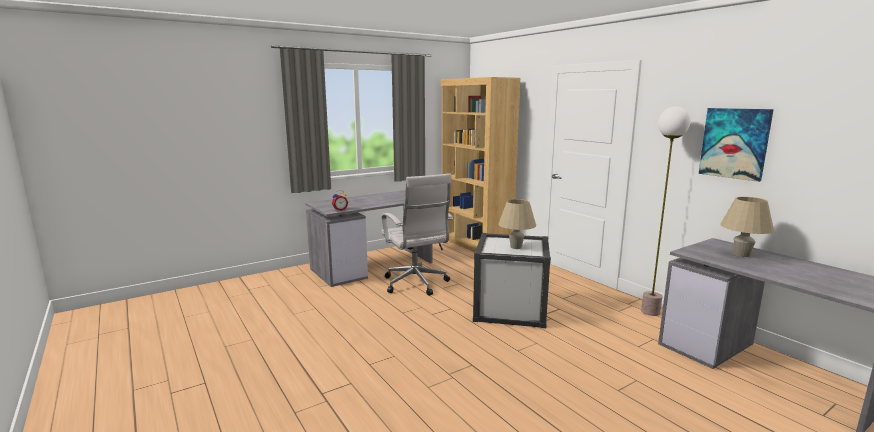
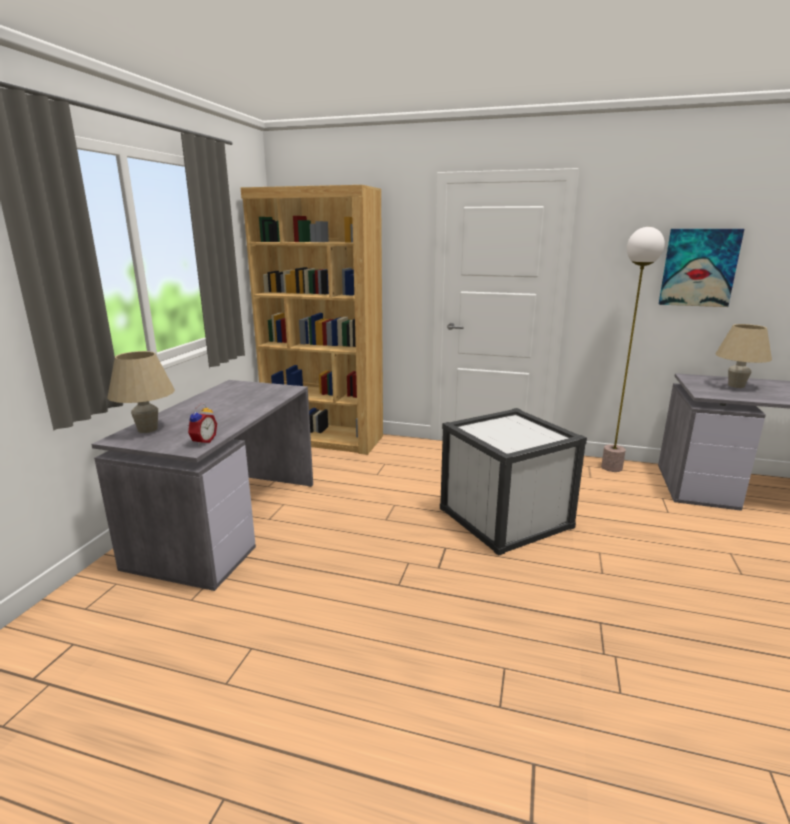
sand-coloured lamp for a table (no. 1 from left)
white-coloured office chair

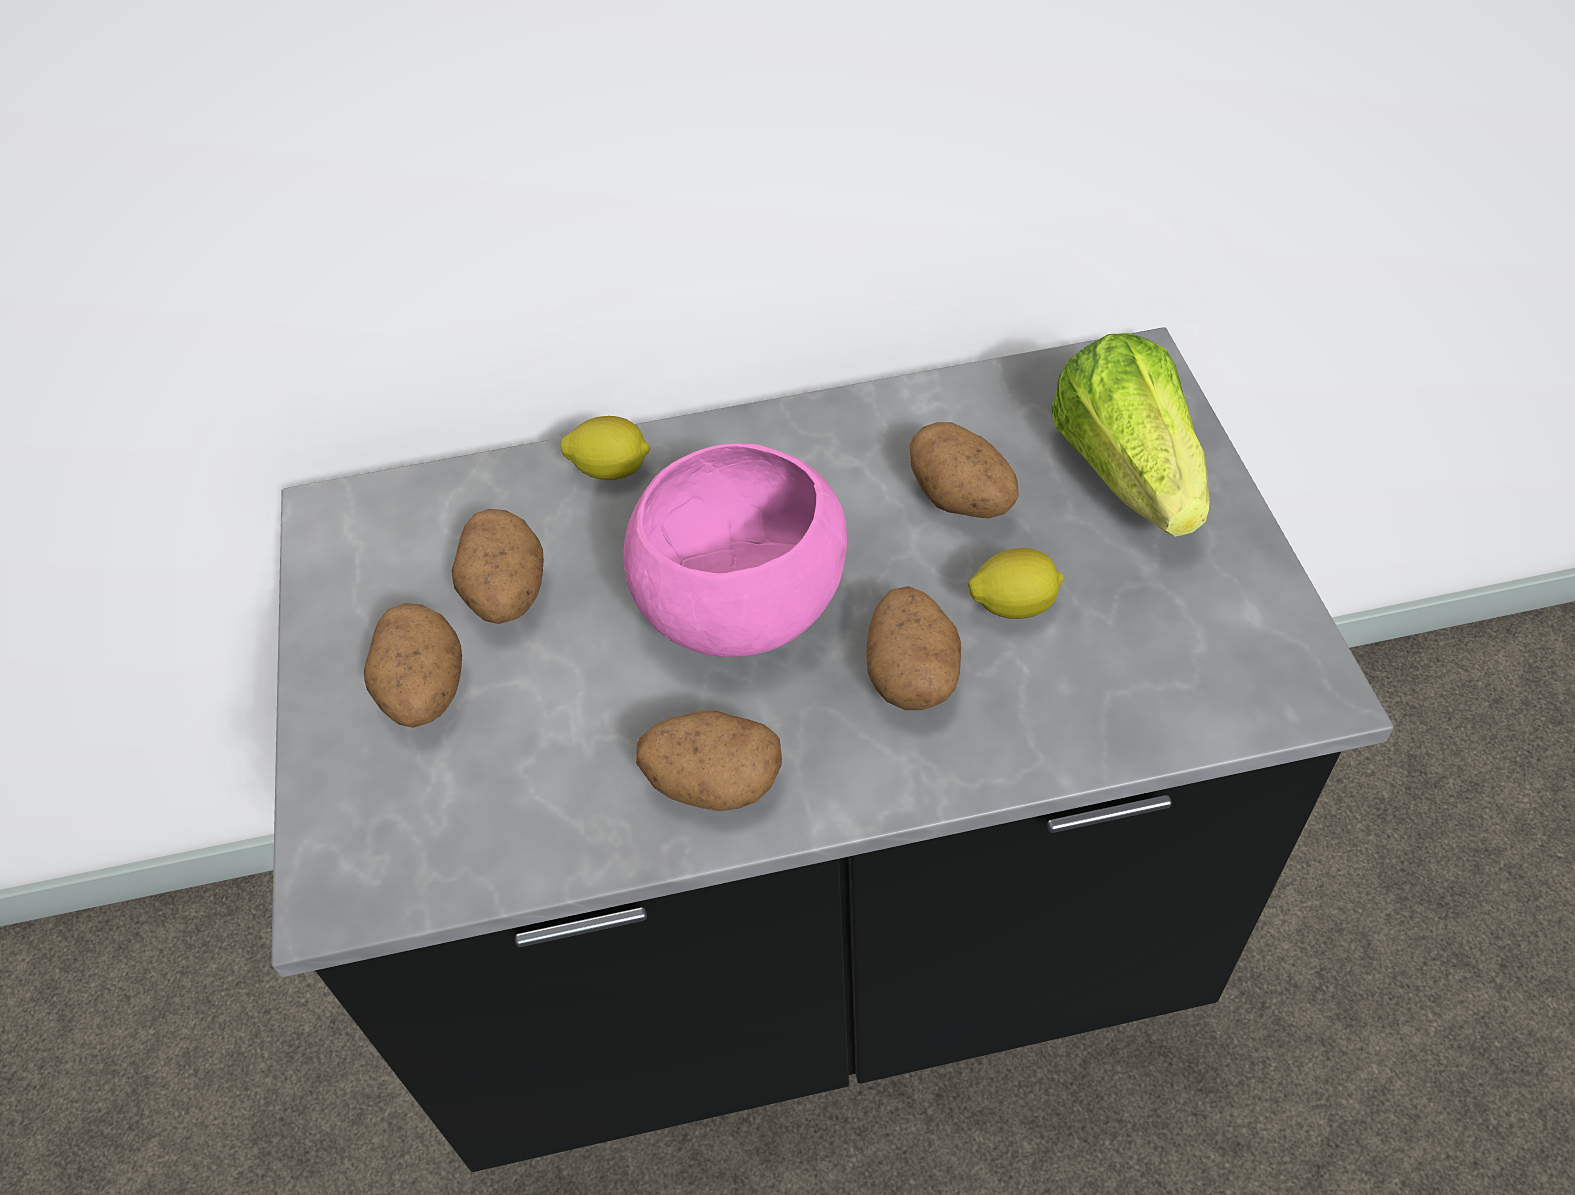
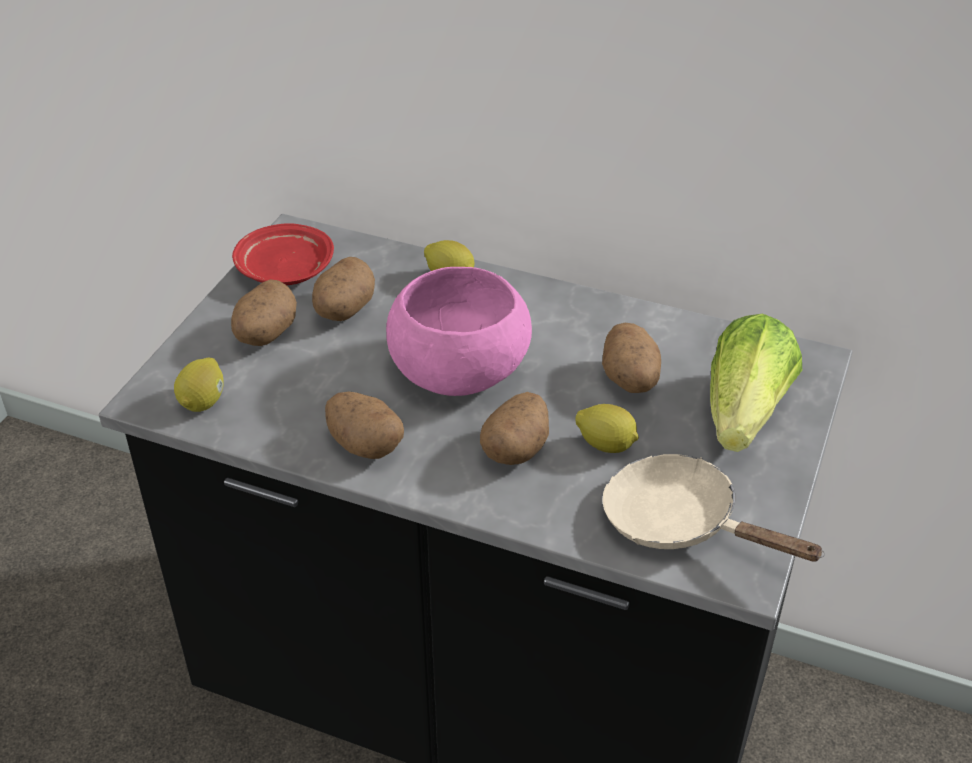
lemon (no. 1 from left)
reddish plate
sand-coloured skillet

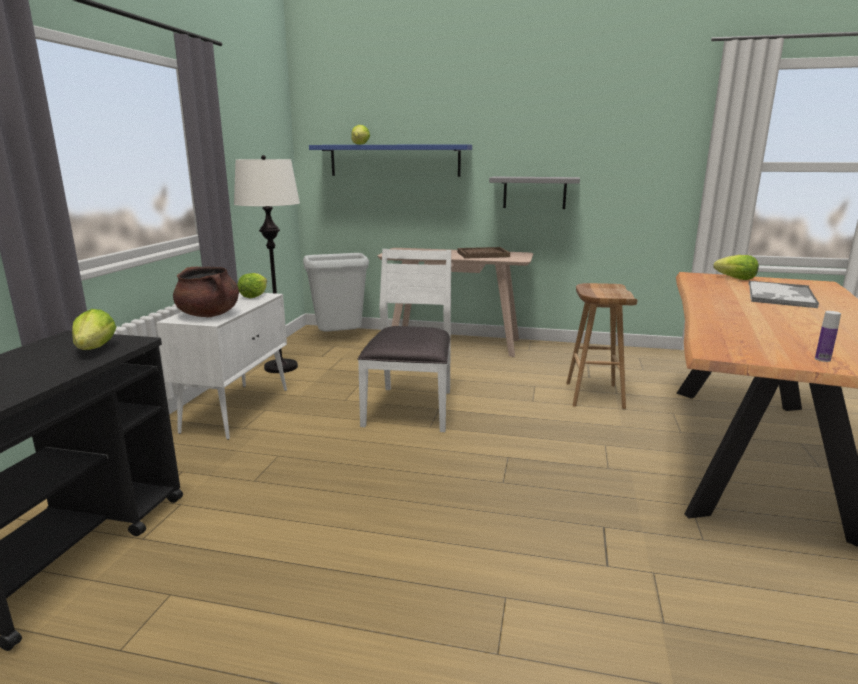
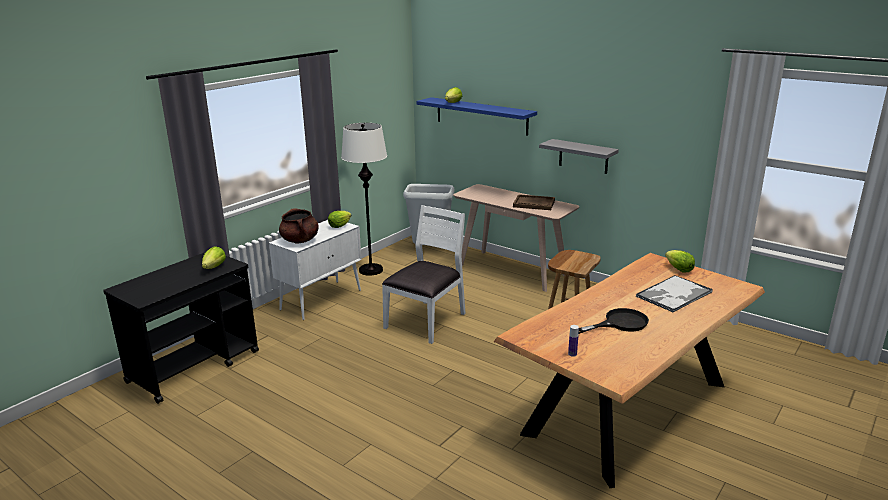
black-coloured skillet

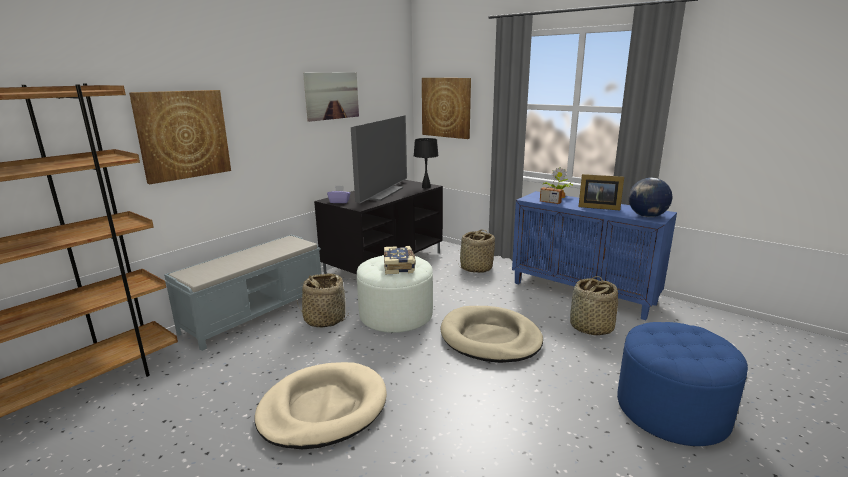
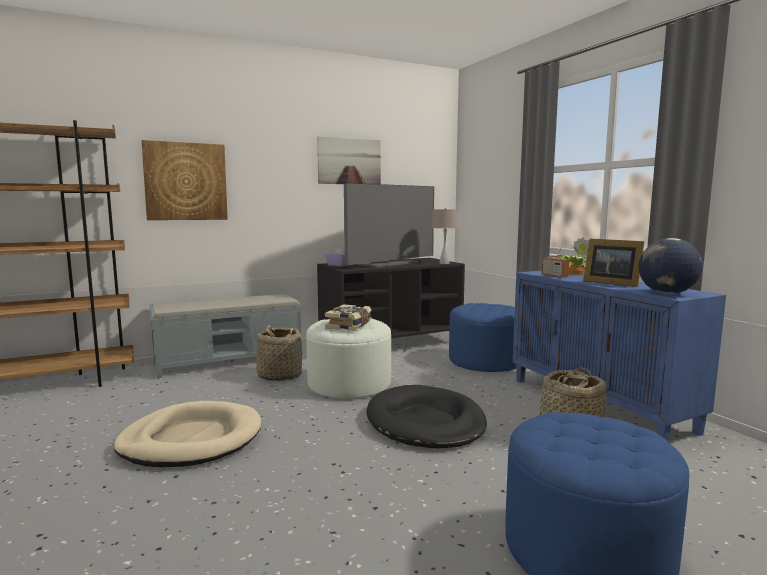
black-coloured dog cushion
sand-coloured lamp for a table
blue footrest (no. 1 from left)
wall picture (no. 3 from left in the first image)

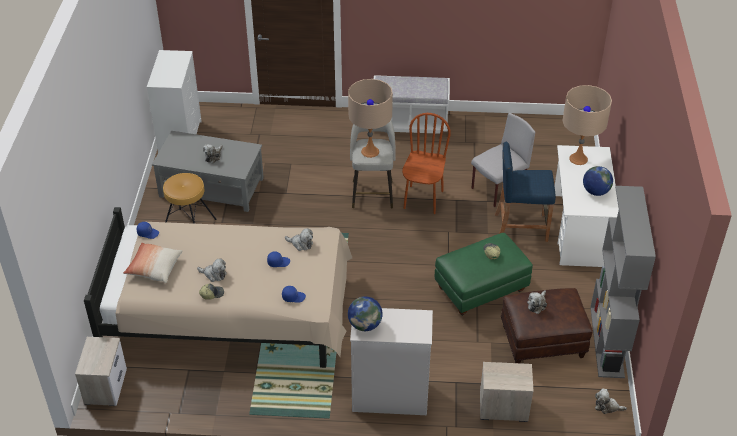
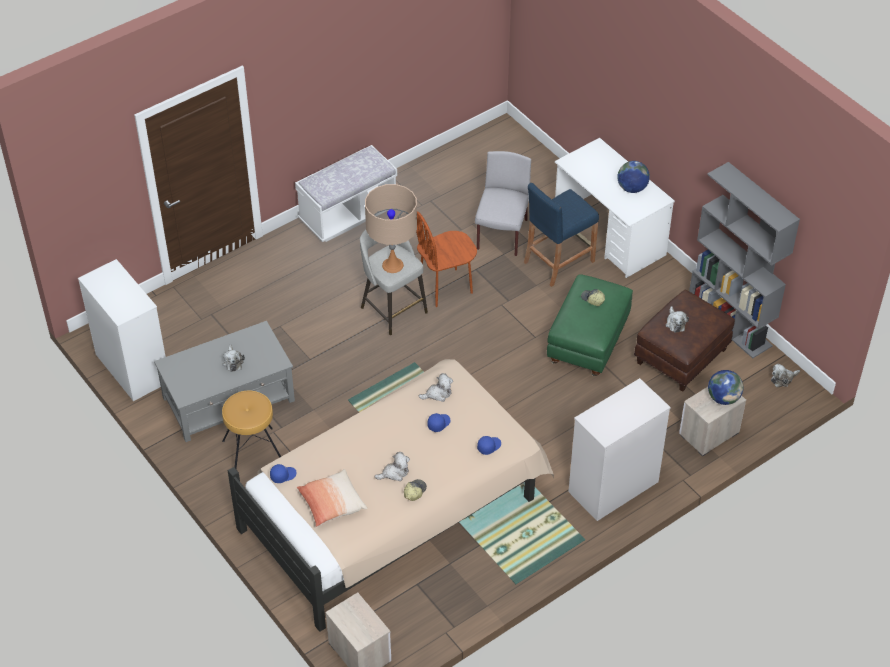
brown plain chair
globe (no. 2 from left)
sand-coloured lamp for a table (no. 2 from left in the first image)

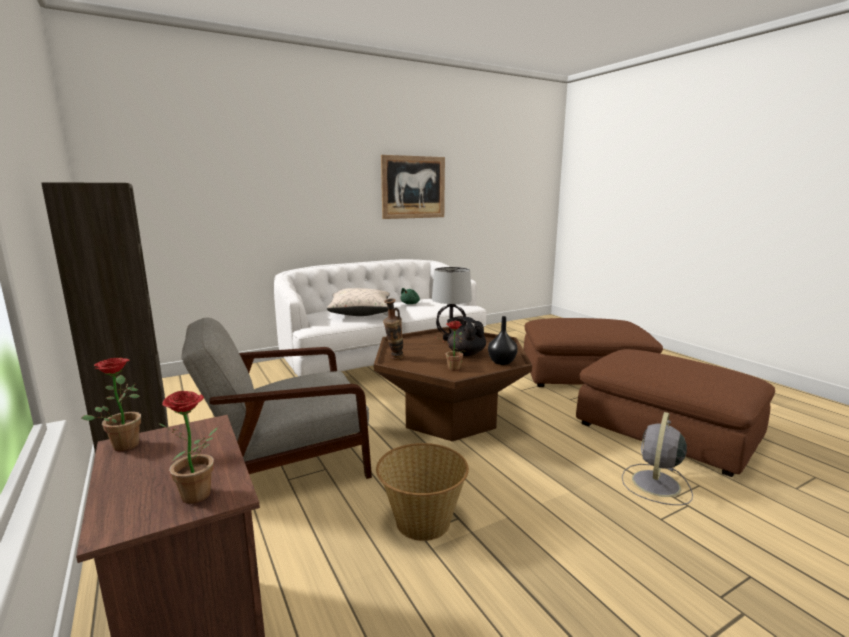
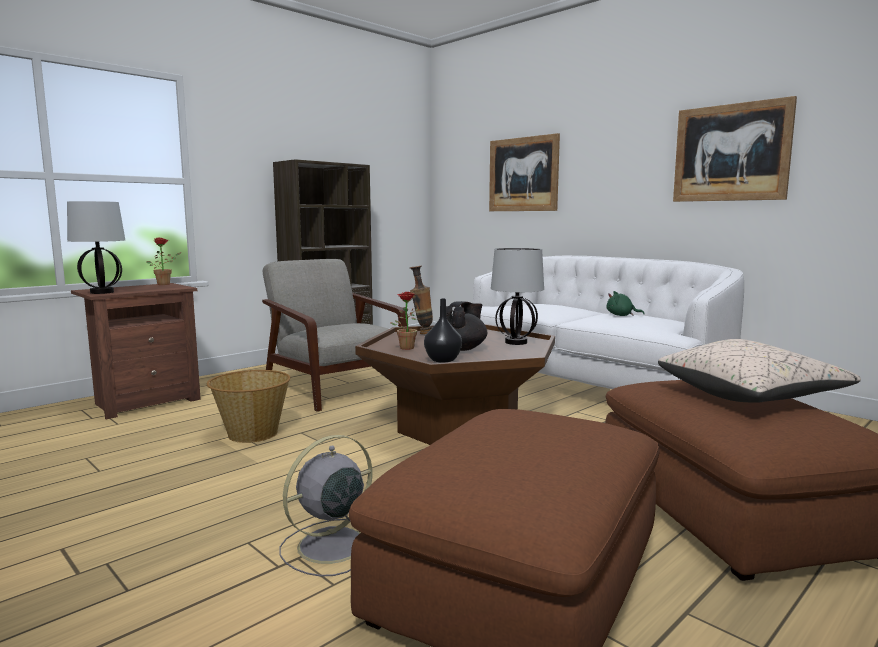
lamp for a table (no. 1 from left)
greyish cooling fan
wall picture (no. 1 from left)
sand-coloured throw pillow

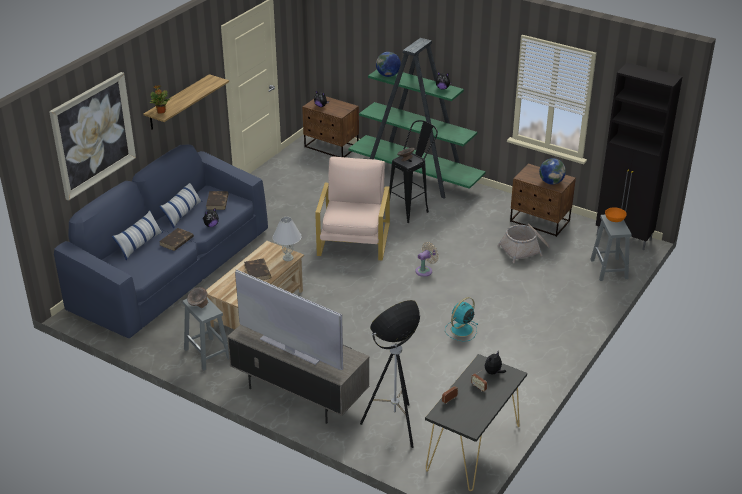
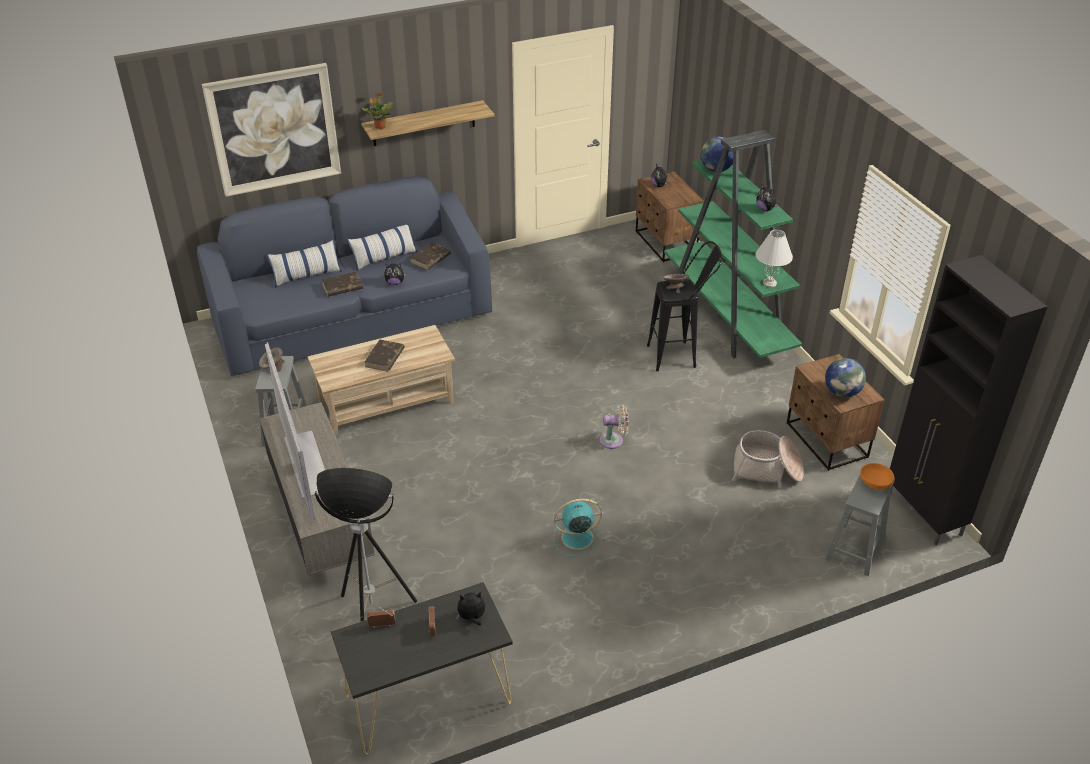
white-coloured lamp for a table
sand-coloured armchair

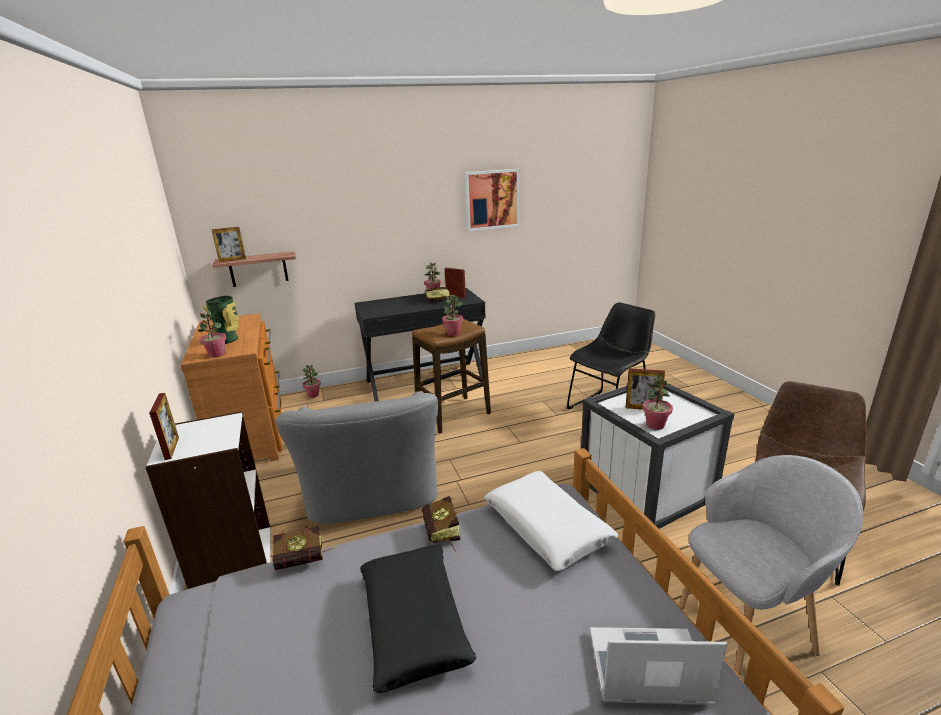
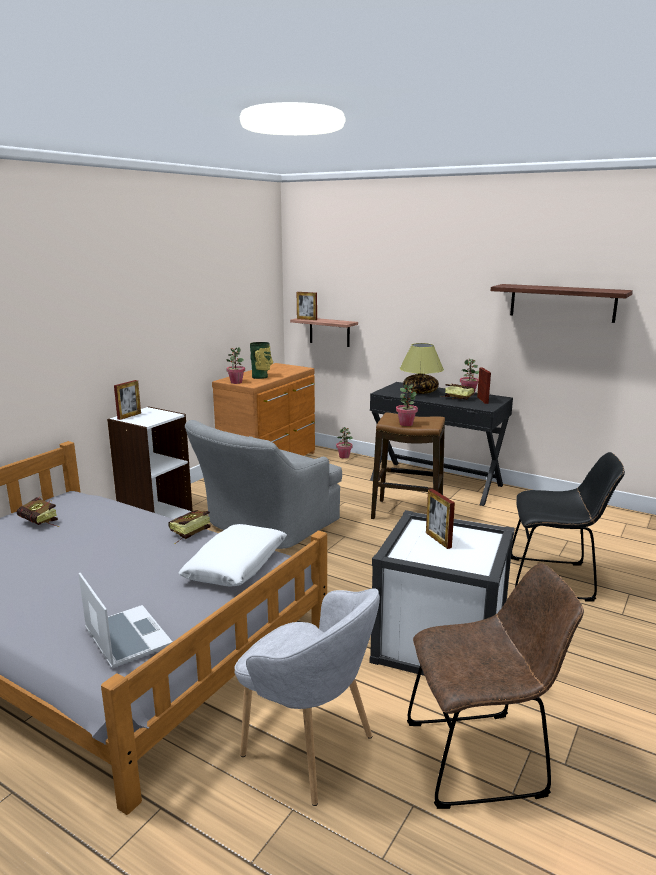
bound book (no. 1 from left)
lamp for a table
shelf (no. 2 from left)
black-coloured throw pillow
houseplant (no. 5 from left in the first image)

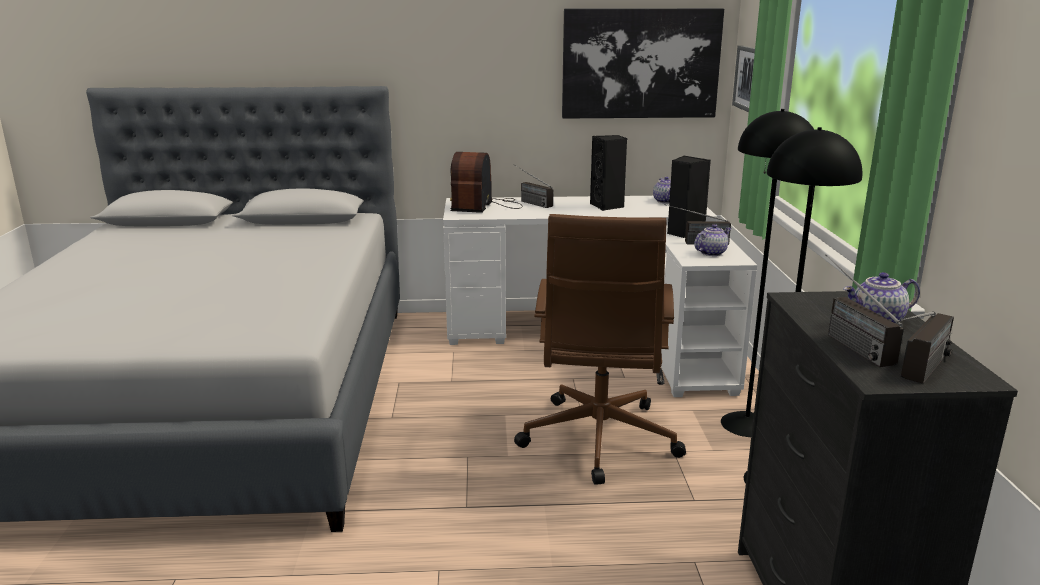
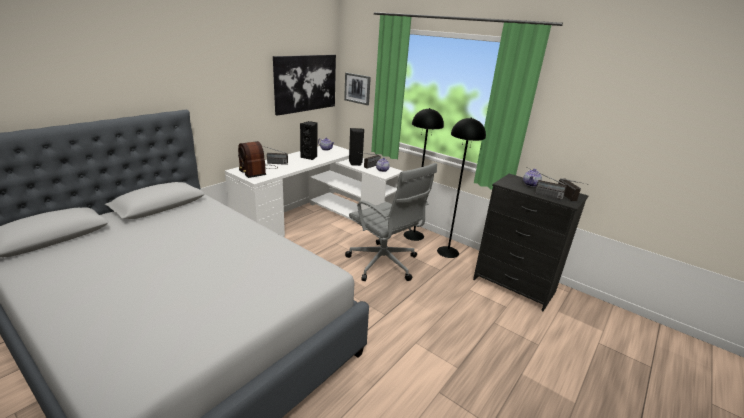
greyish office chair

